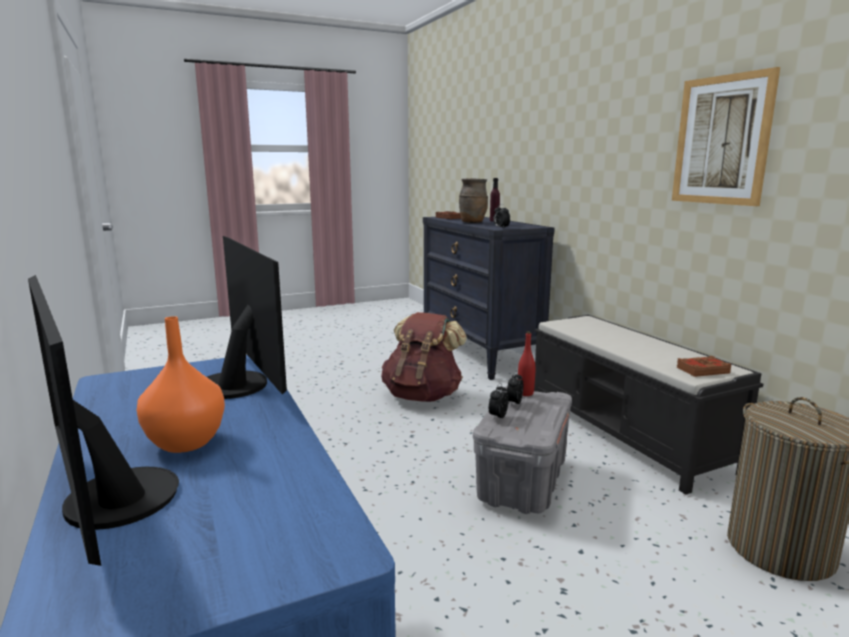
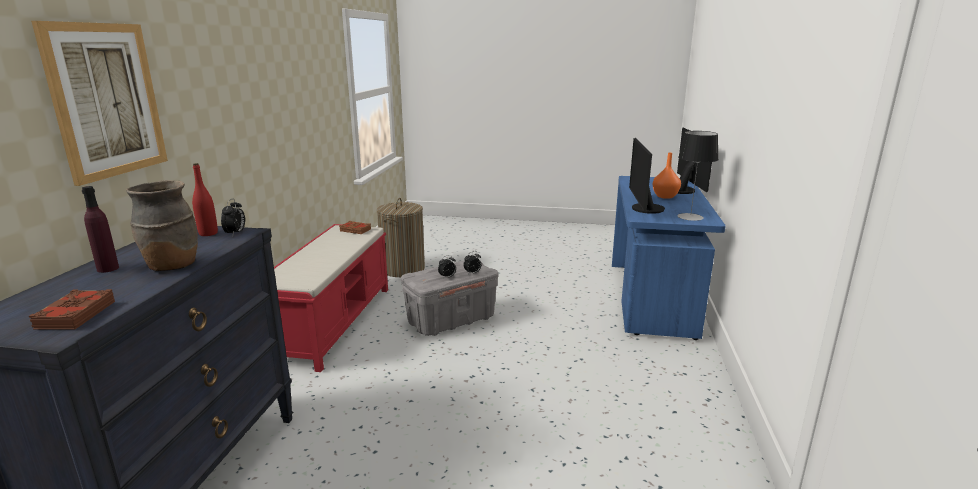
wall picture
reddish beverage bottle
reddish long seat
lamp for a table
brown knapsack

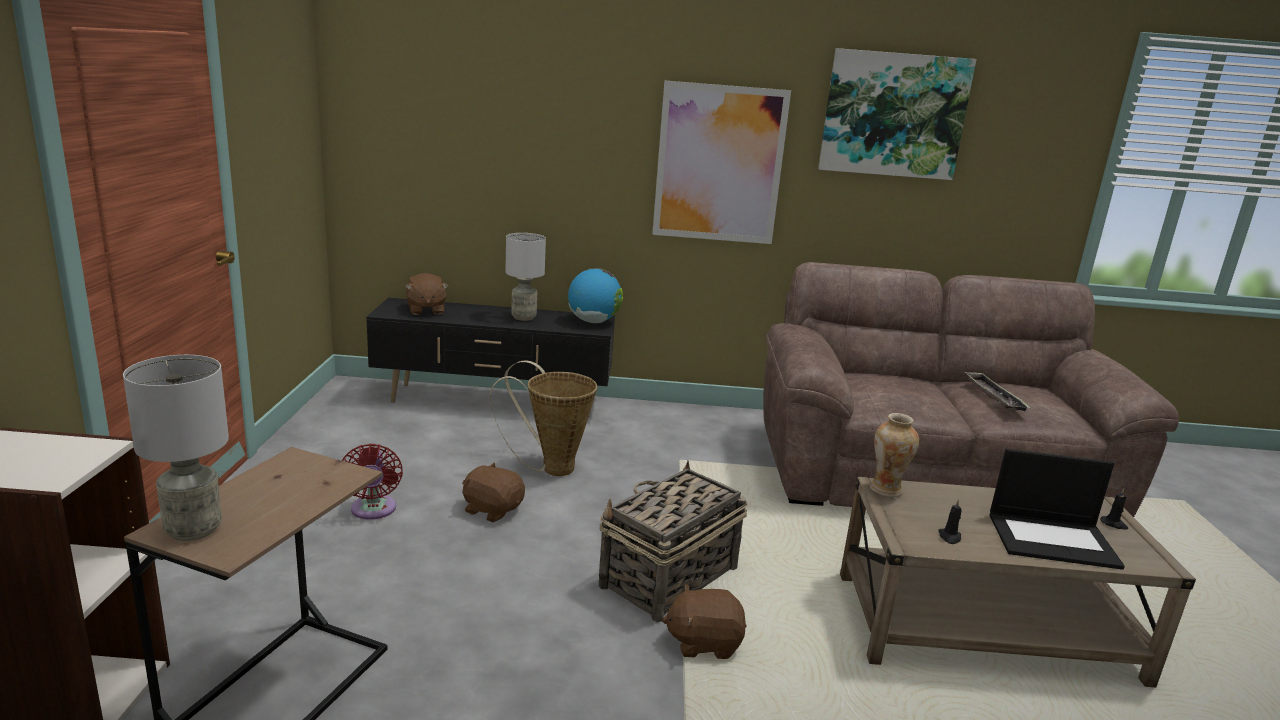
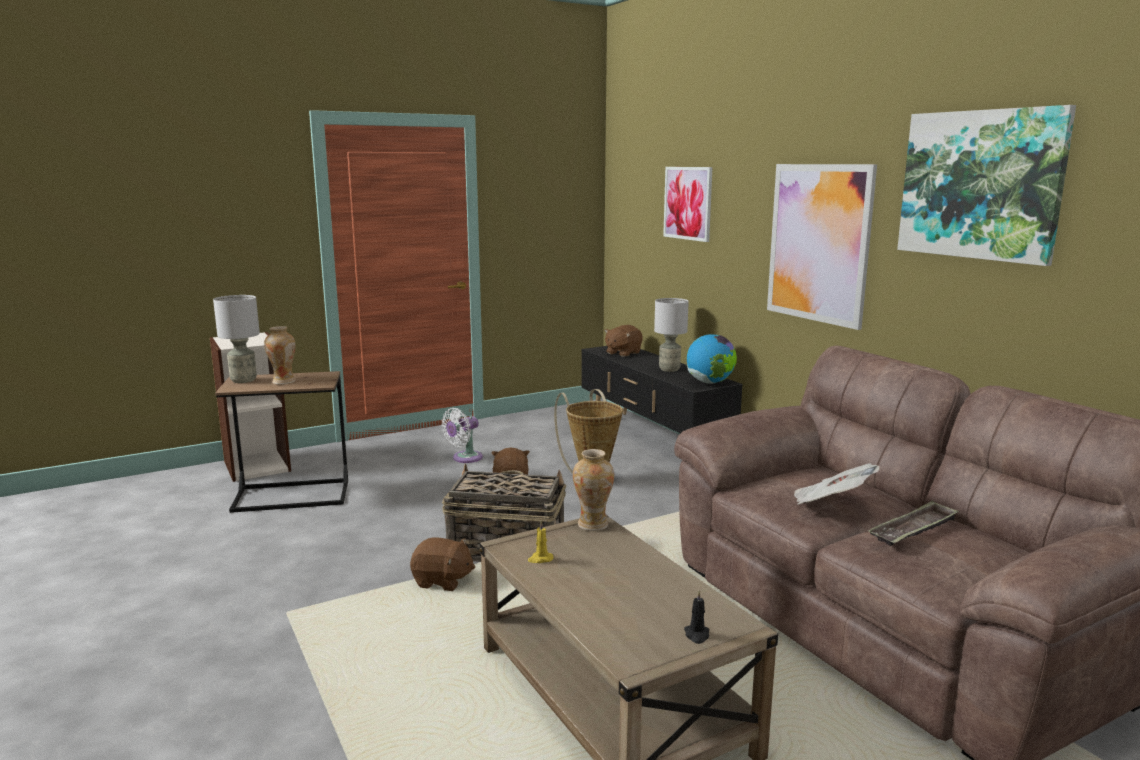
flower vase (no. 1 from left)
brown soft toy (no. 1 from left)
white-coloured cooling fan
yellow-coloured wax light
wall picture (no. 1 from left)
printed paper
laptop

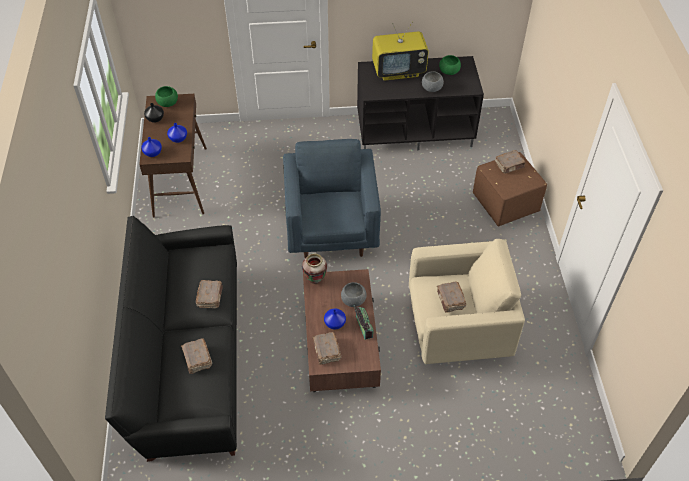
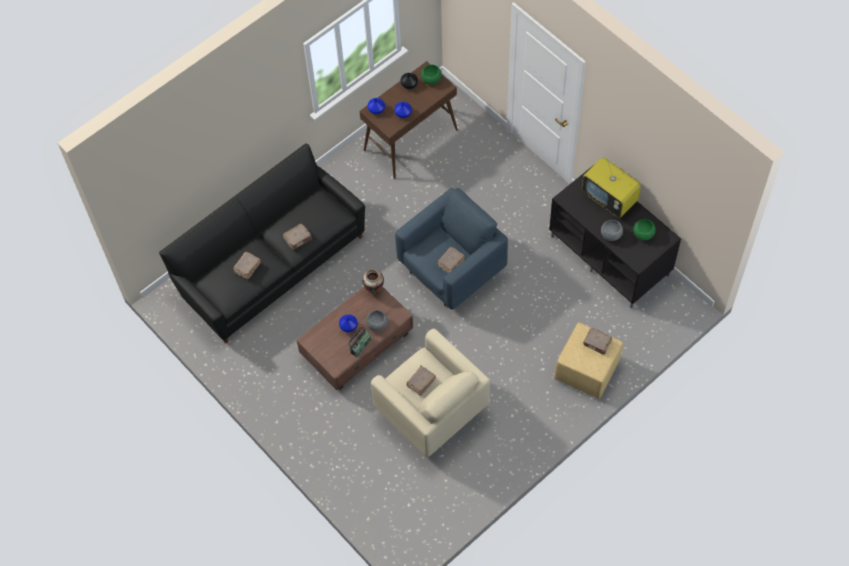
brown bound book (no. 4 from left)
yellow-coloured footrest

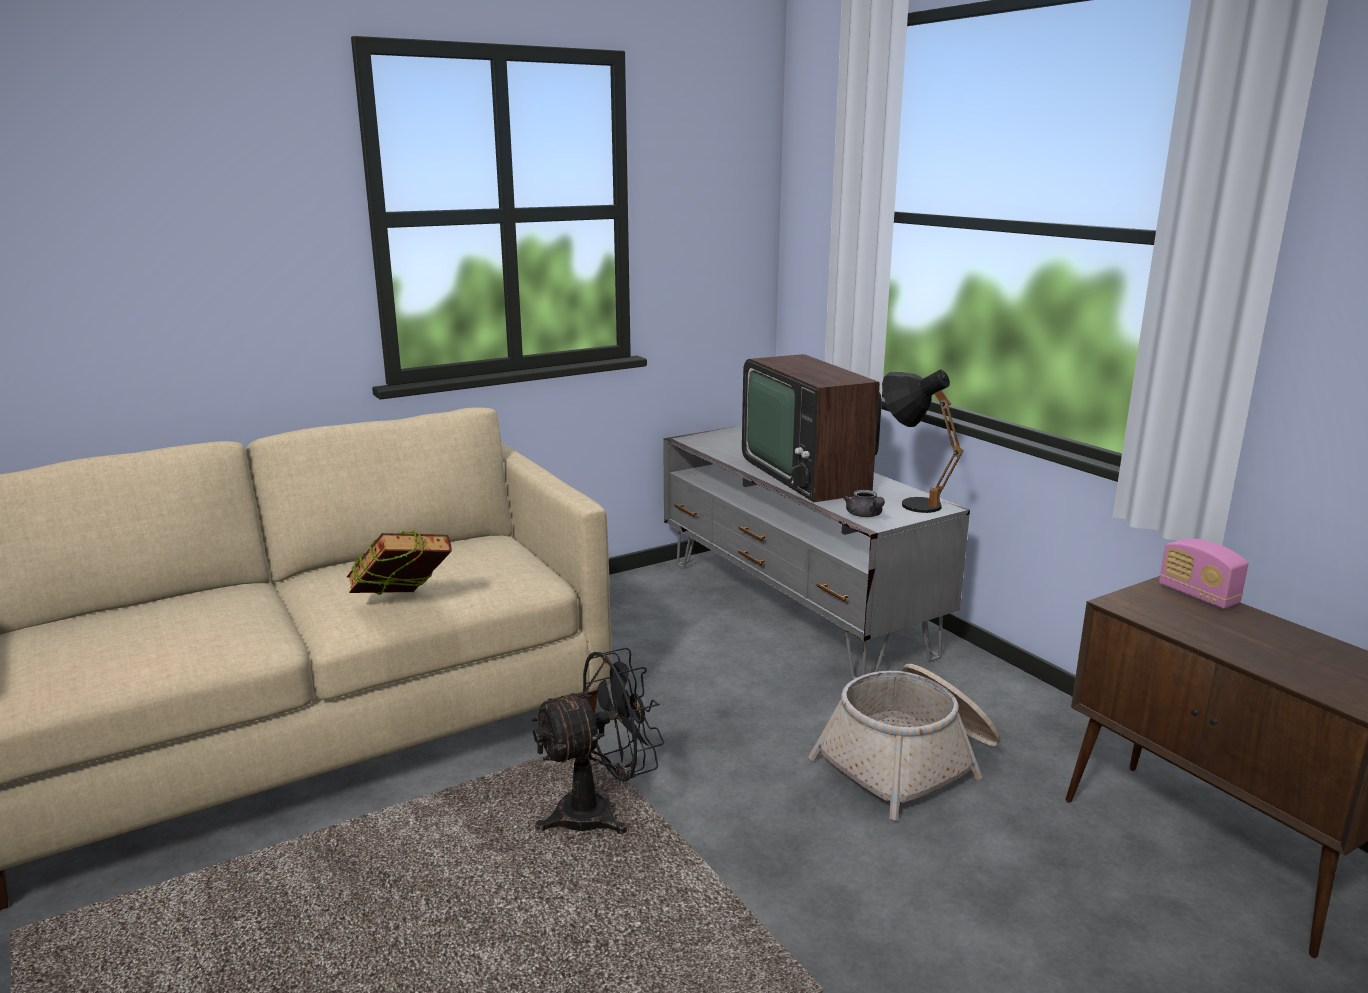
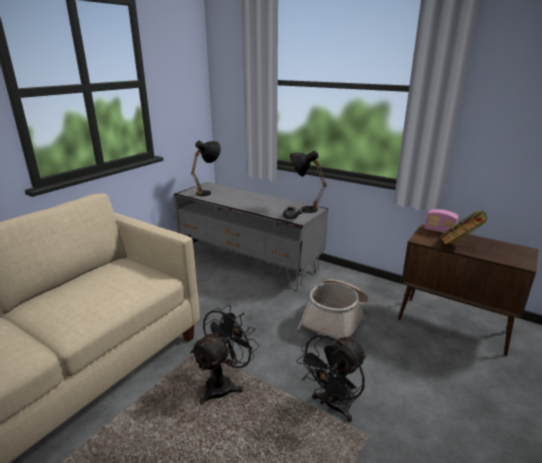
black-coloured lamp for a table (no. 1 from left)
black-coloured cooling fan (no. 2 from left)
bound book
TV

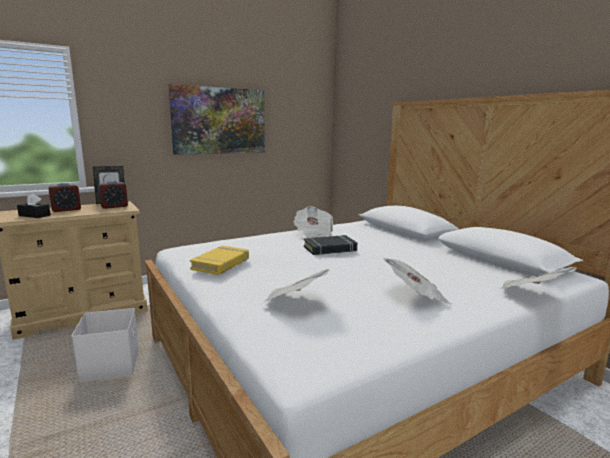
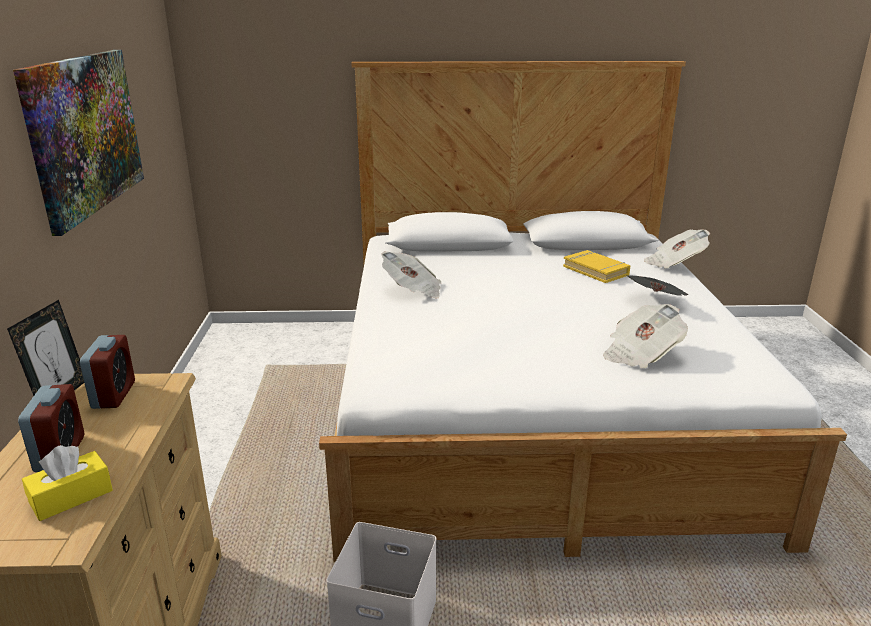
yellow-coloured tissue box
yellow-coloured bound book
black-coloured bound book

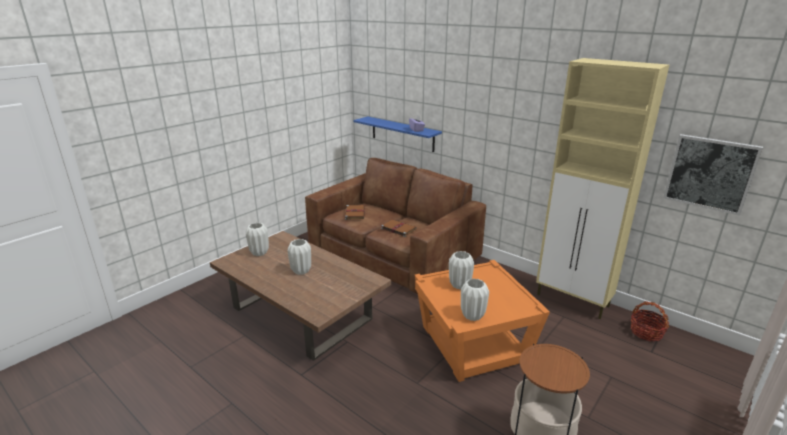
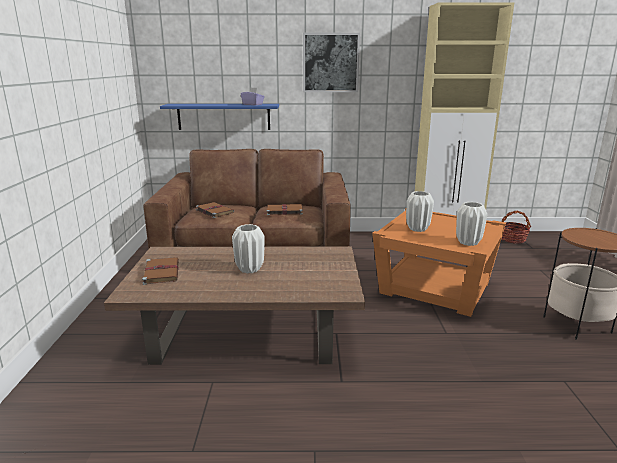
brown bound book (no. 1 from left)
wall picture

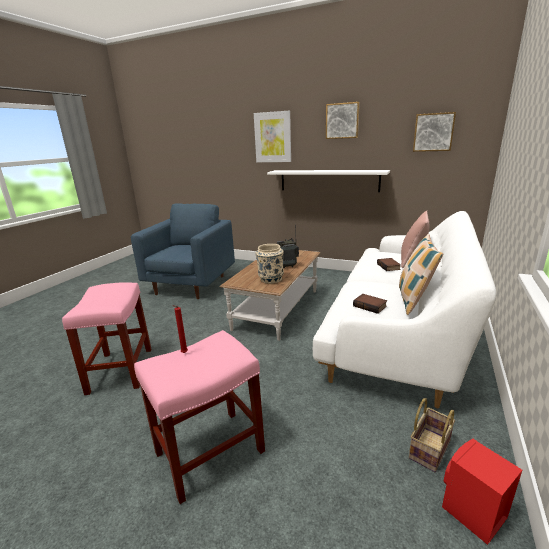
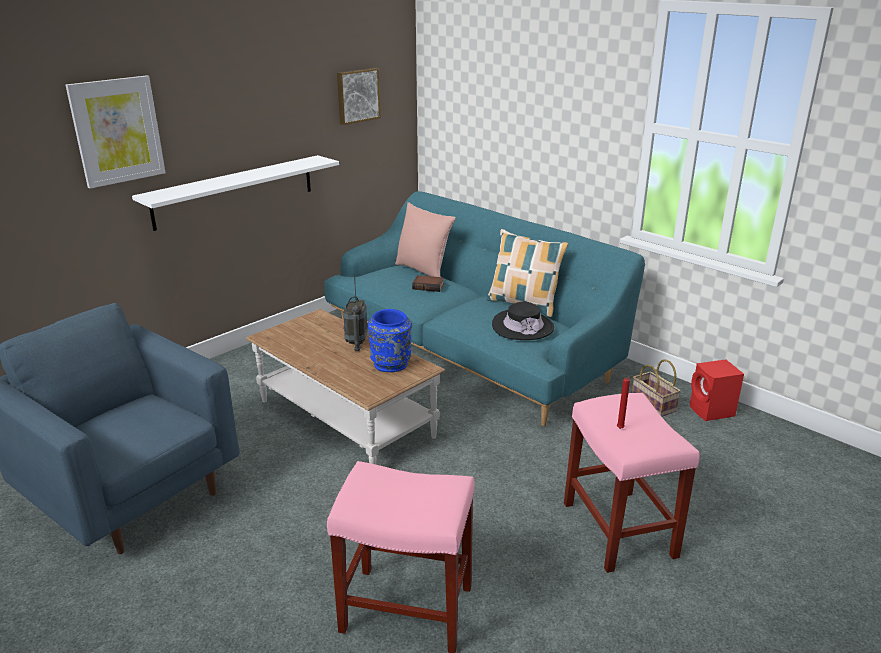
turquoise couch
blue flower vase
black-coloured clothing hat
wall picture (no. 2 from left in the first image)

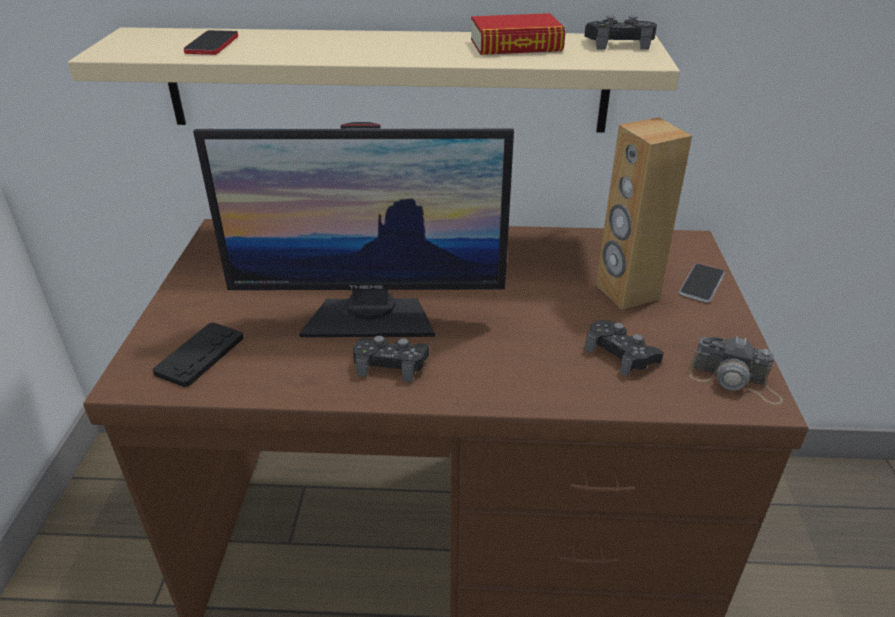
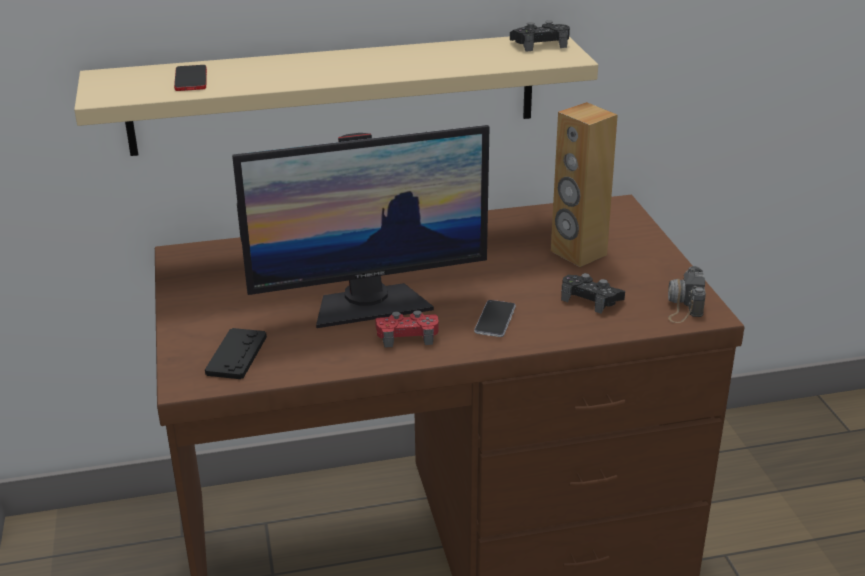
reddish gamepad
handset (no. 2 from left)
photo camera
bound book

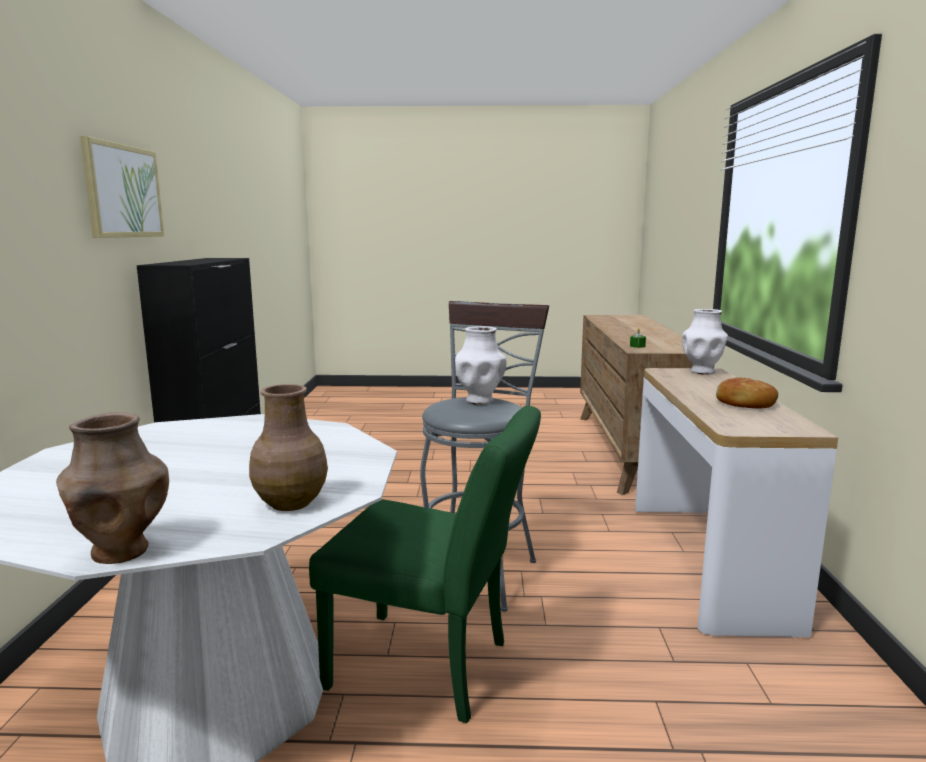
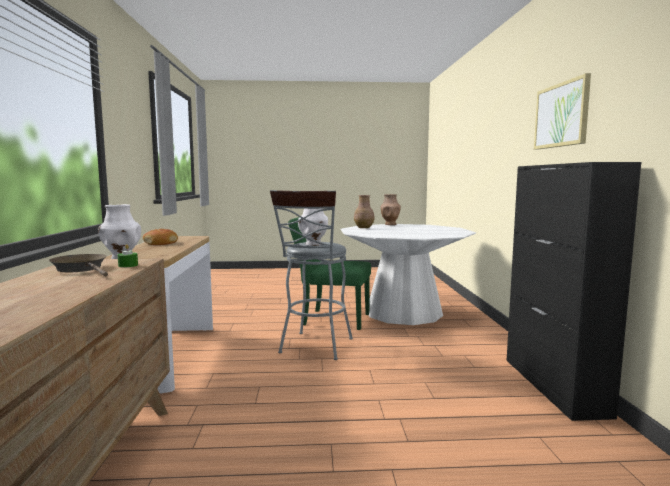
brown skillet

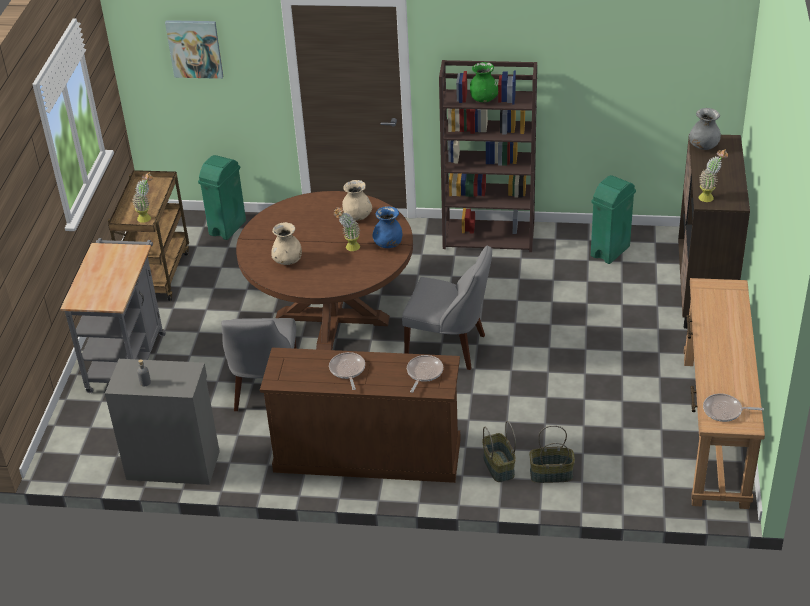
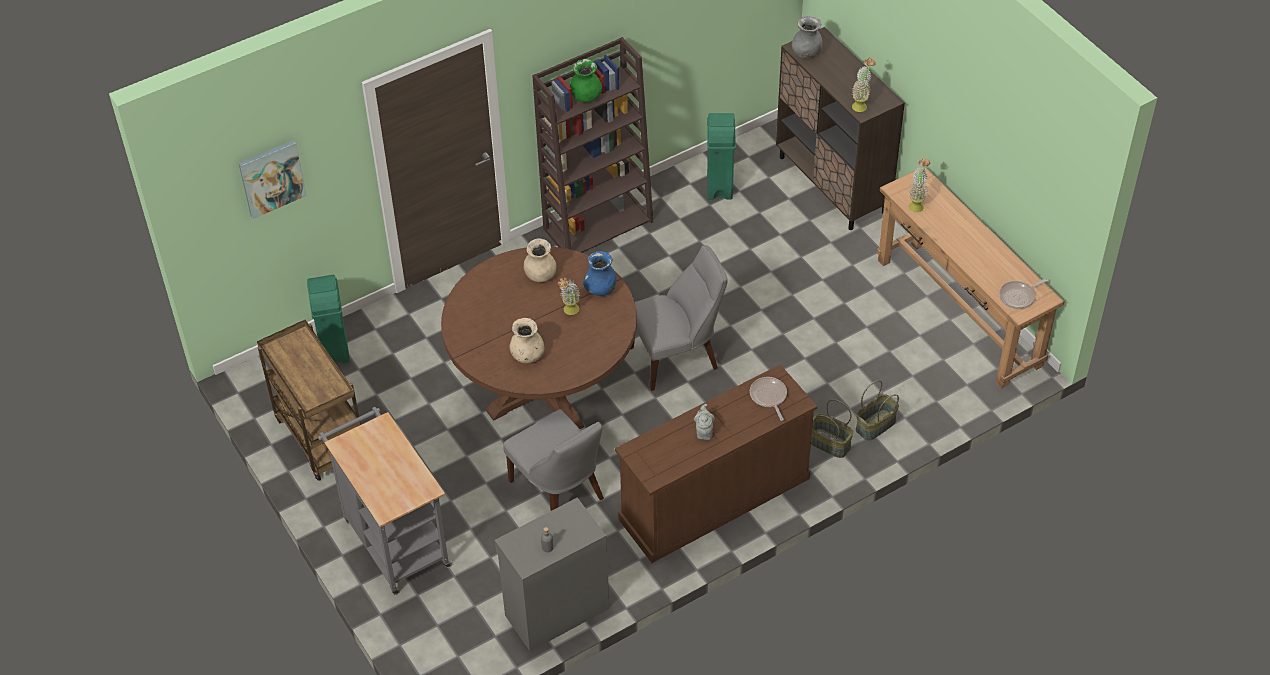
greyish pot for tea
houseplant (no. 3 from left)

